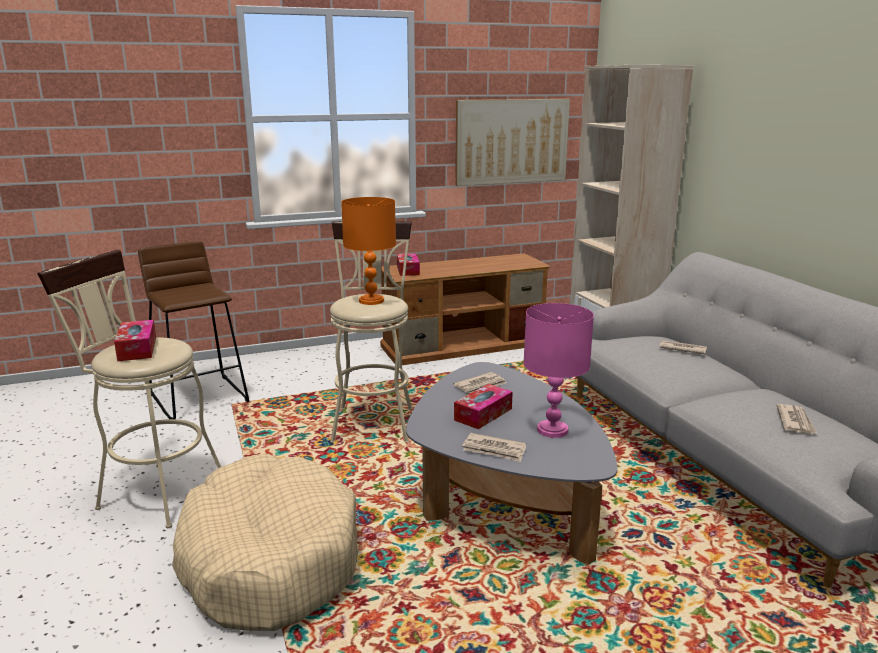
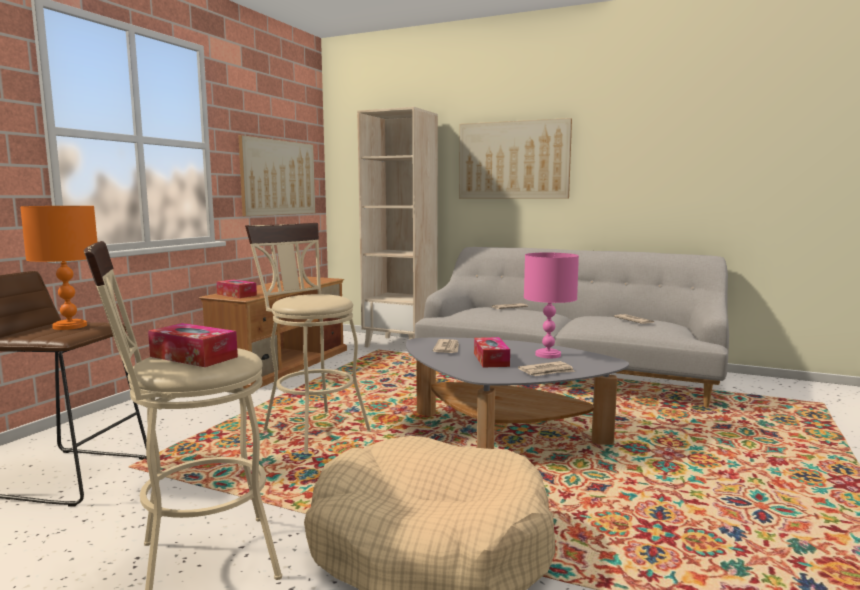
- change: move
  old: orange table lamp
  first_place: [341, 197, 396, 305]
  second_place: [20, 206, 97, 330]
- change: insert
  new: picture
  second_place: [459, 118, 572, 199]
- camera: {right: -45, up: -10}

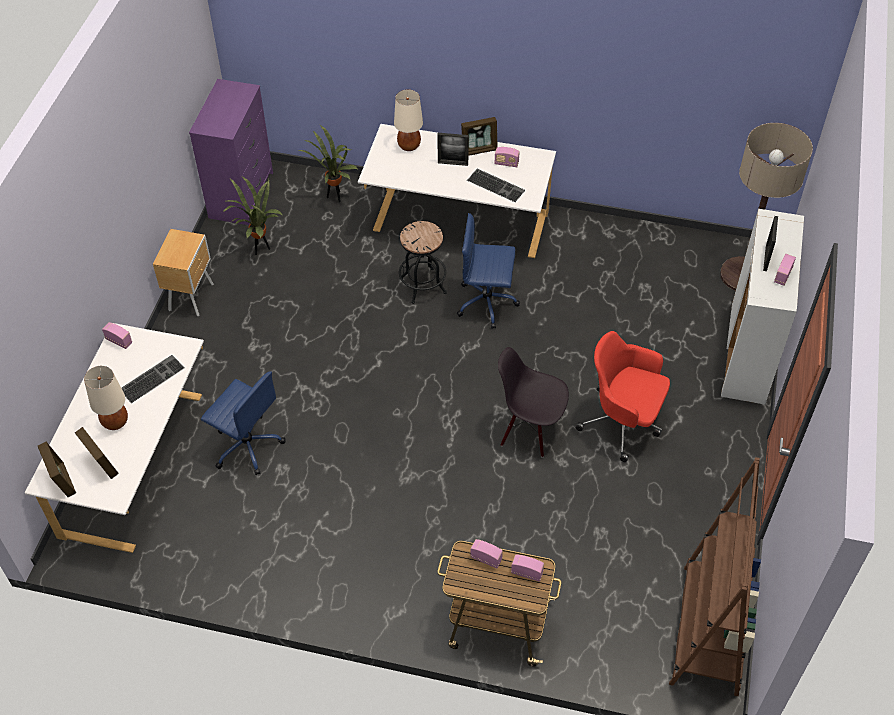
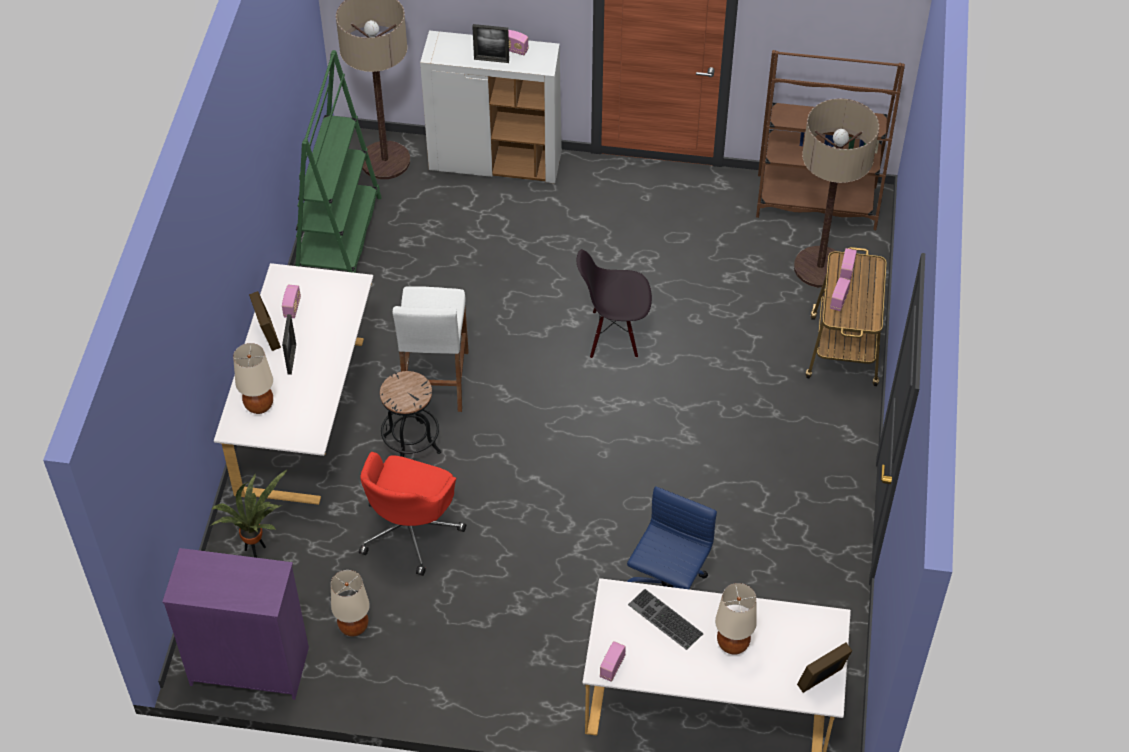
- change: delete
  old: keyboard
  first_place: [467, 169, 525, 202]
- change: replace
  old: potted plant
  new: beige table lamp
  first_place: [223, 176, 282, 255]
  second_place: [331, 570, 370, 637]
- change: replace
  old: blue office chair
  new: white stool
  first_place: [457, 213, 520, 329]
  second_place: [393, 286, 468, 412]
- change: delete
  old: brown nightstand
  first_place: [153, 229, 214, 316]
- change: move
  old: red office chair
  first_place: [576, 331, 670, 462]
  second_place: [359, 452, 466, 576]
- change: rotate
  old: black chair
  first_place: [498, 347, 569, 458]
  second_place: [576, 249, 652, 359]
  degrees: 75
- change: delete
  old: picture frame
  first_place: [75, 427, 119, 479]
- change: insert
  new: green bookcase
  second_place: [295, 50, 382, 273]
- change: insert
  new: floor lamp
  second_place: [794, 99, 879, 288]
- camera: {right: -95, up: 0}

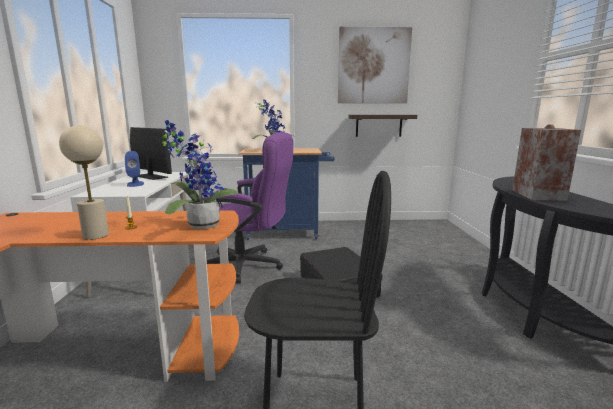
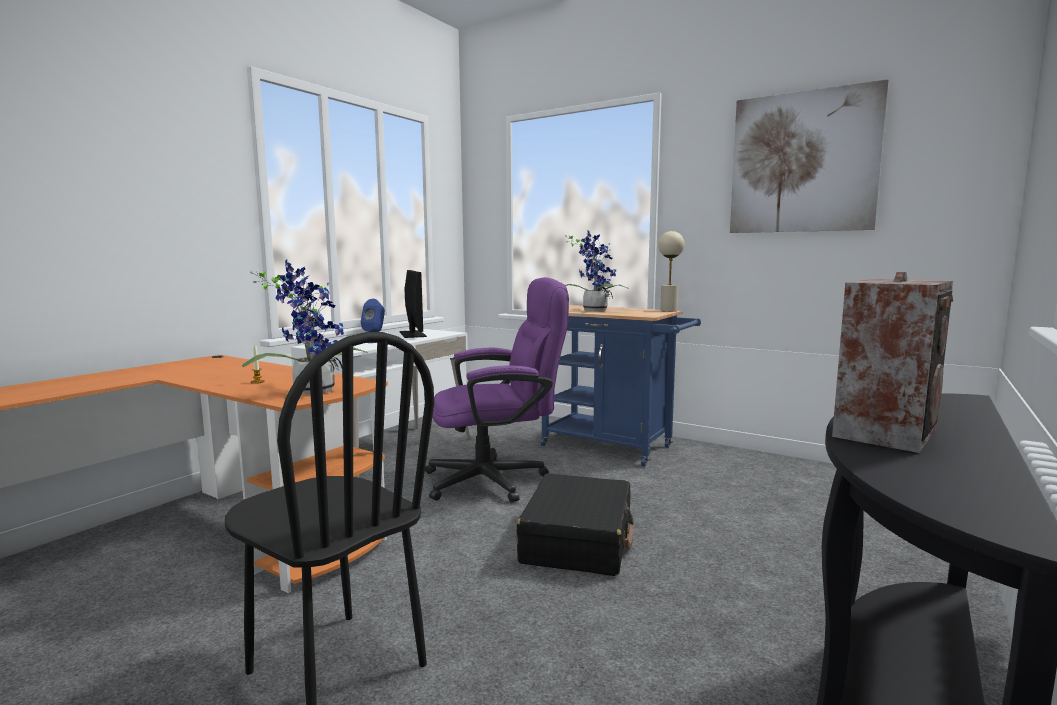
- change: delete
  old: shelf
  first_place: [348, 115, 417, 137]
- change: move
  old: beige table lamp
  first_place: [59, 125, 109, 240]
  second_place: [658, 231, 684, 312]
- change: rotate
  old: purple office chair
  first_place: [206, 132, 293, 283]
  second_place: [425, 277, 569, 503]
  degrees: -60
- camera: {right: 35, up: -5}

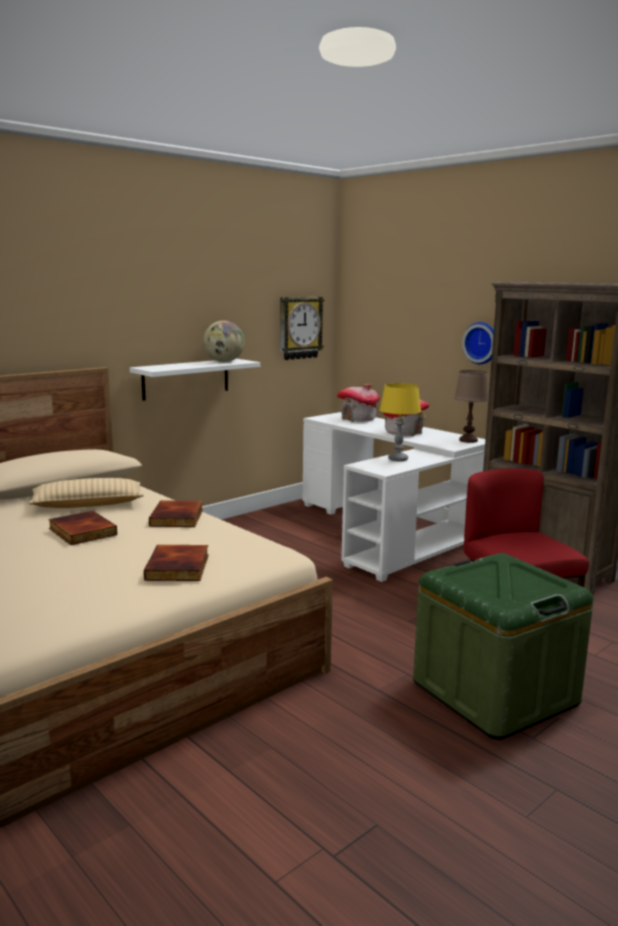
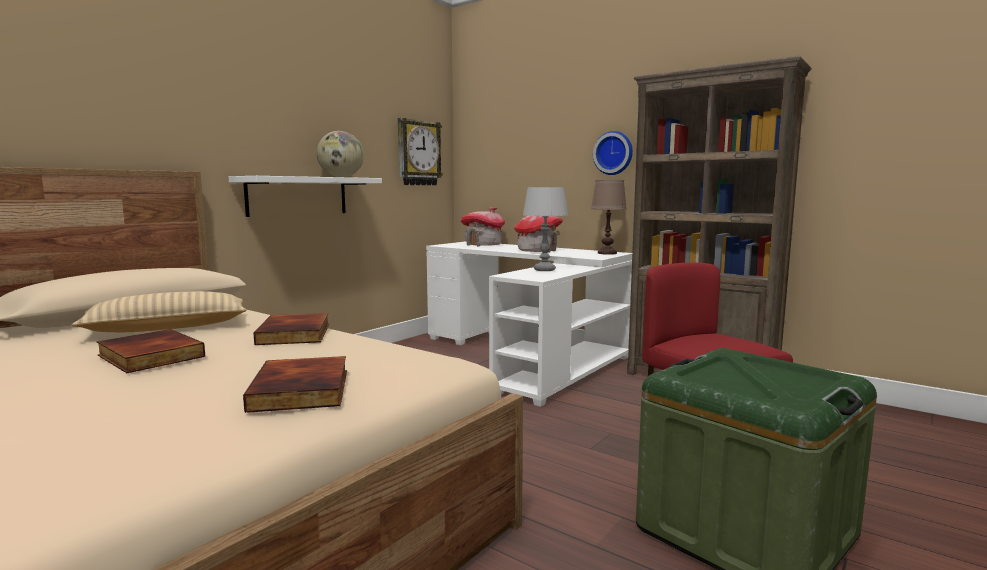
- change: recolor
  old: yellow table lamp
  new: grey table lamp
  first_place: [380, 383, 421, 461]
  second_place: [523, 187, 568, 271]
- camera: {right: -10, up: -5}

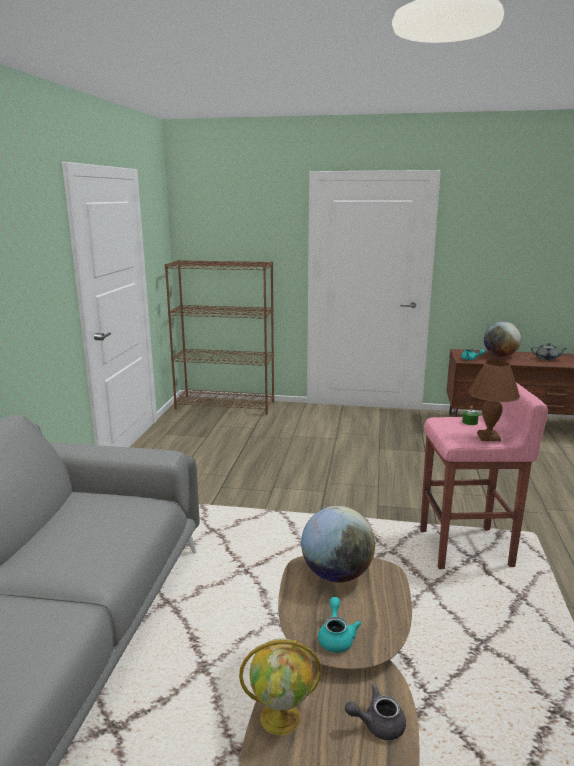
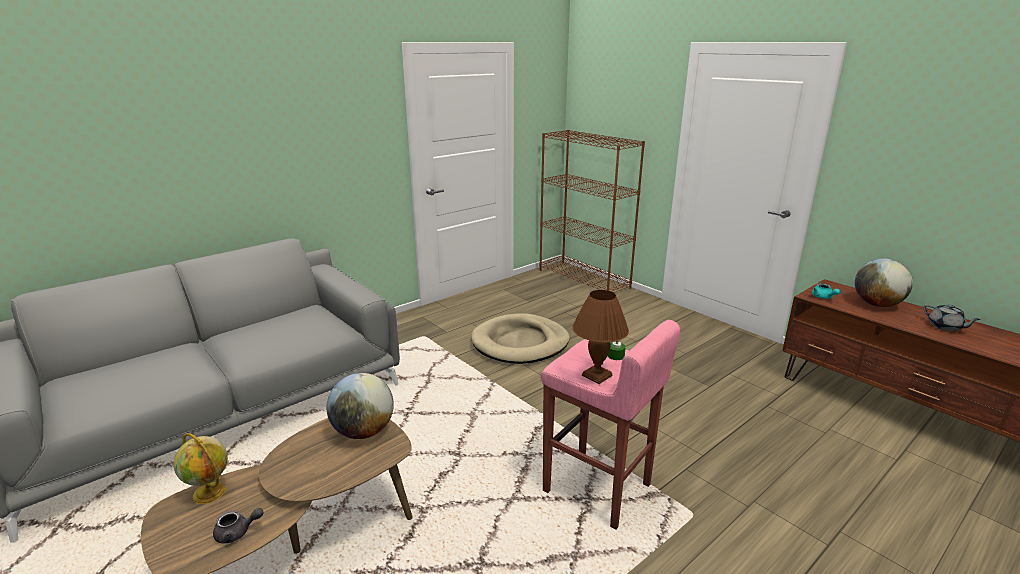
- change: delete
  old: turquoise teapot
  first_place: [318, 597, 361, 653]
- change: rotate
  old: grey teapot
  first_place: [345, 684, 406, 740]
  second_place: [213, 508, 264, 544]
  degrees: 135
- change: insert
  new: beige dog bed
  second_place: [471, 313, 570, 364]
- camera: {right: 40, up: 5}

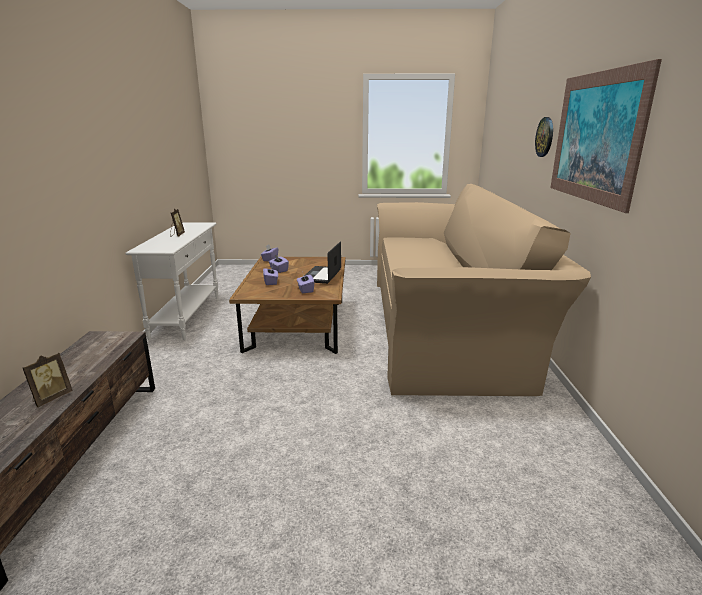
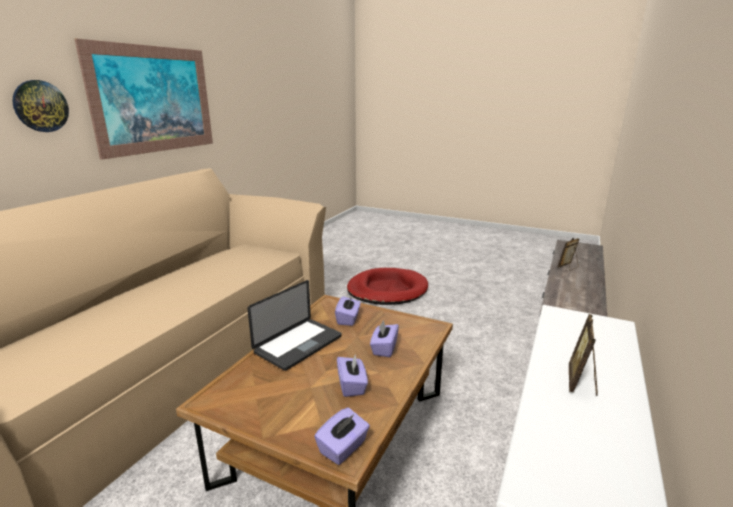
- change: insert
  new: red dog bed
  second_place: [347, 268, 428, 305]
- camera: {right: -155, up: 0}

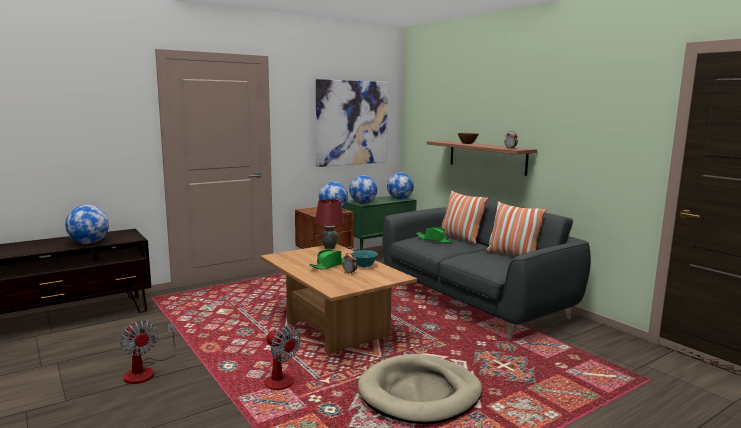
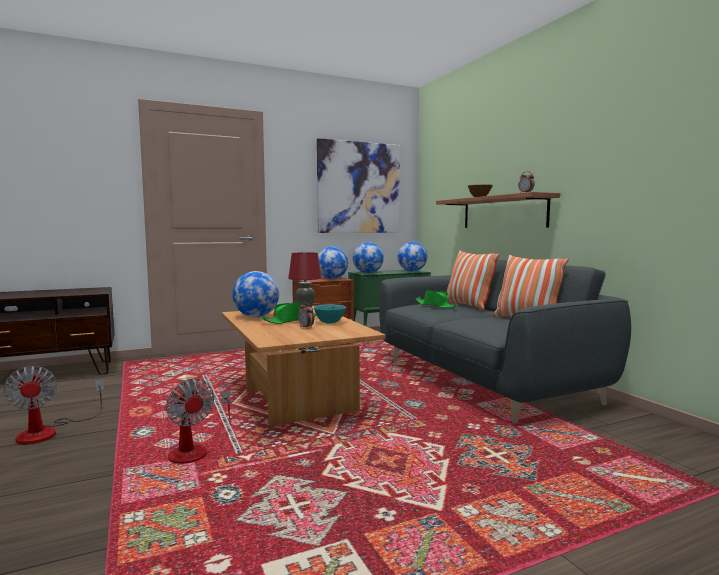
- change: move
  old: globe
  first_place: [65, 205, 109, 244]
  second_place: [232, 271, 279, 317]
- change: delete
  old: beige dog bed
  first_place: [358, 354, 482, 424]
- camera: {right: 10, up: -5}

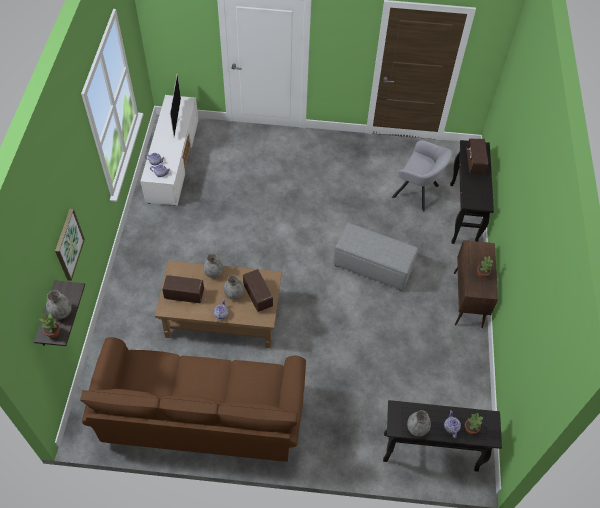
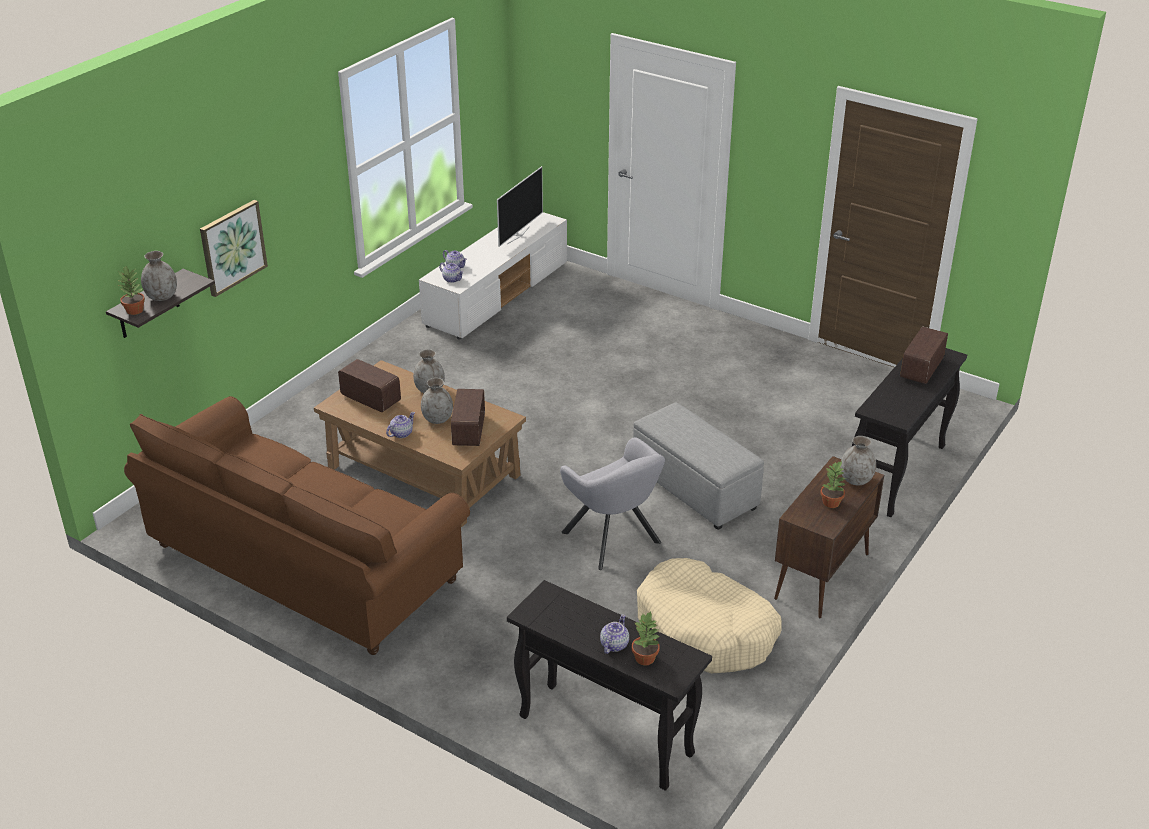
- change: move
  old: grey armchair
  first_place: [392, 140, 452, 211]
  second_place: [560, 437, 665, 570]
- change: move
  old: grey vase
  first_place: [407, 410, 431, 437]
  second_place: [840, 436, 876, 486]
- change: insert
  new: beige dog bed
  second_place: [637, 558, 782, 674]
- camera: {right: 30, up: -20}

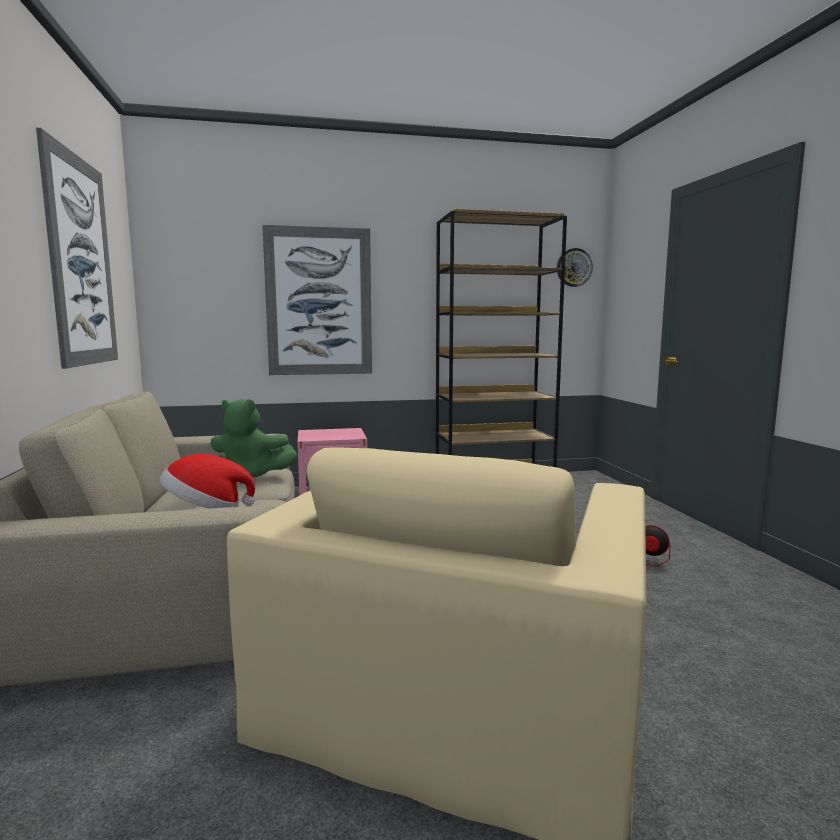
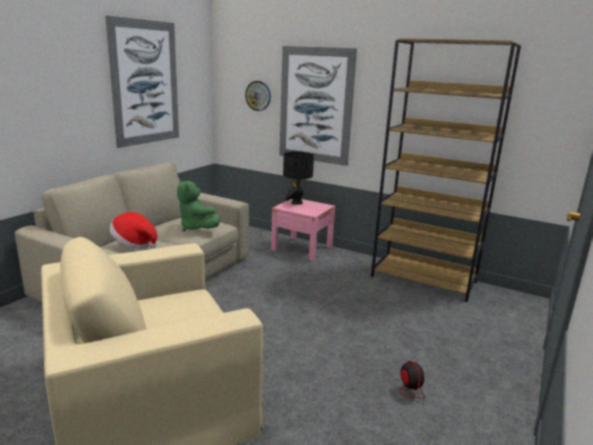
- change: move
  old: wall clock
  first_place: [557, 248, 593, 287]
  second_place: [245, 81, 271, 111]
- change: insert
  new: black table lamp
  second_place: [283, 152, 314, 205]
- camera: {right: 40, up: 10}

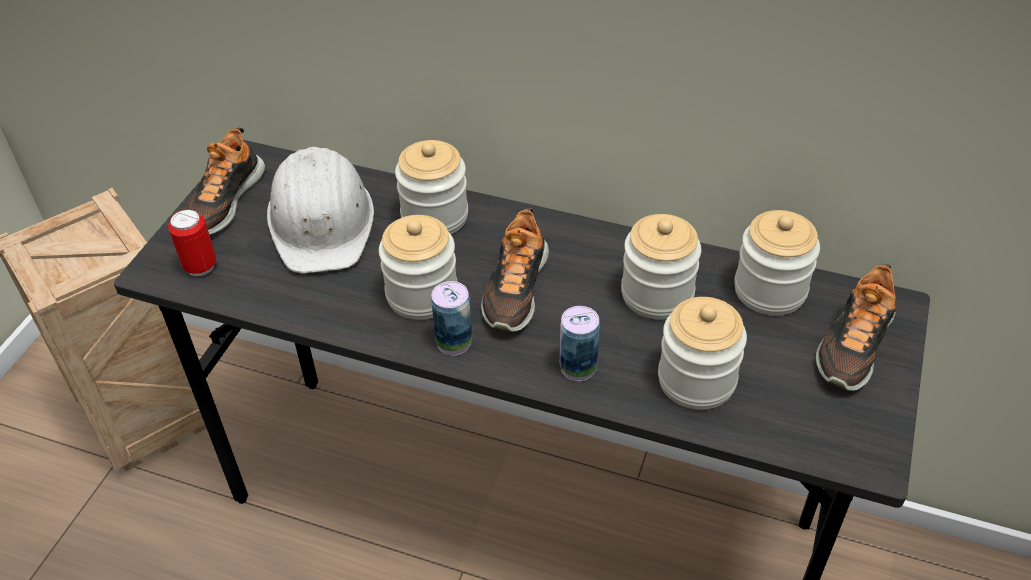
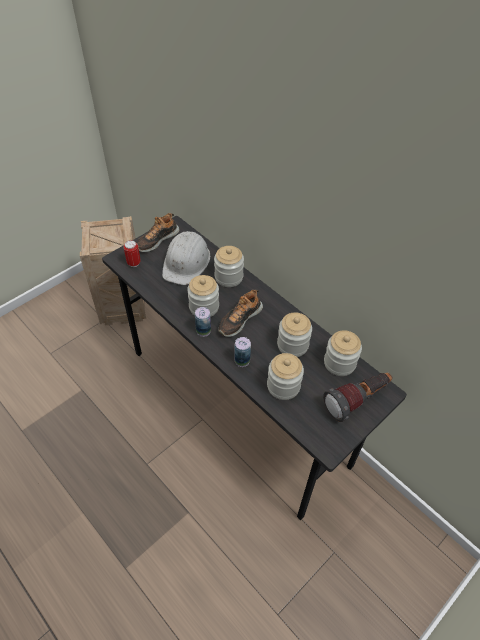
- change: replace
  old: shoe
  new: flashlight
  first_place: [816, 264, 897, 391]
  second_place: [323, 372, 392, 422]
- camera: {right: 25, up: 5}

